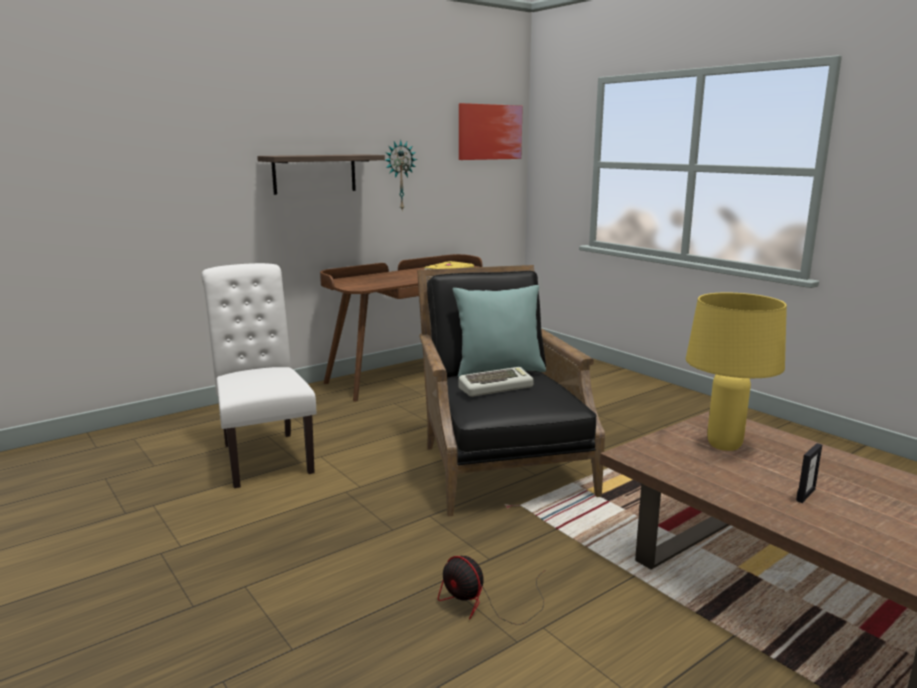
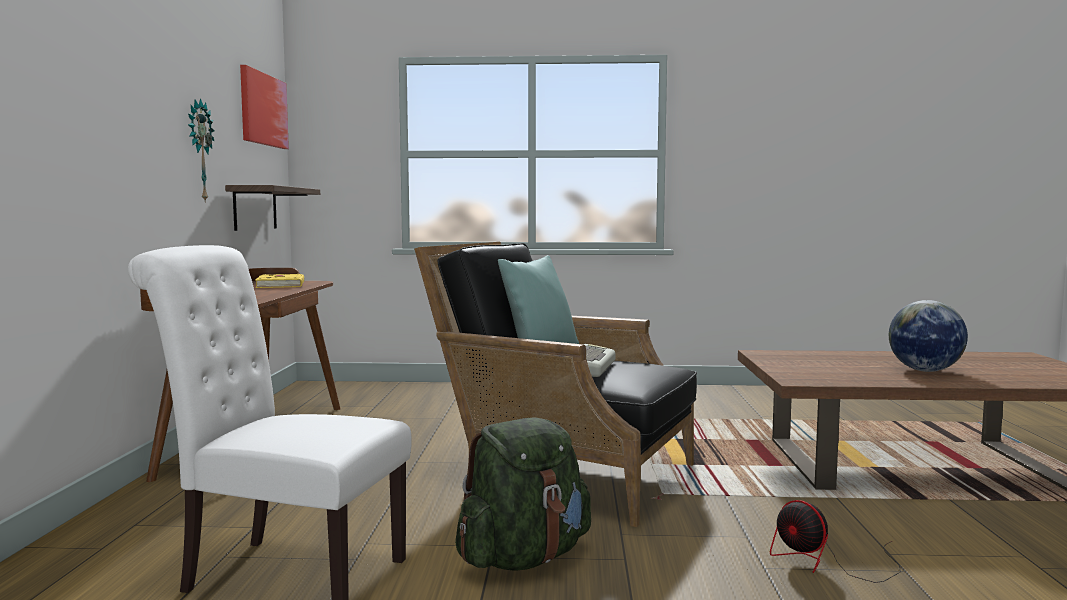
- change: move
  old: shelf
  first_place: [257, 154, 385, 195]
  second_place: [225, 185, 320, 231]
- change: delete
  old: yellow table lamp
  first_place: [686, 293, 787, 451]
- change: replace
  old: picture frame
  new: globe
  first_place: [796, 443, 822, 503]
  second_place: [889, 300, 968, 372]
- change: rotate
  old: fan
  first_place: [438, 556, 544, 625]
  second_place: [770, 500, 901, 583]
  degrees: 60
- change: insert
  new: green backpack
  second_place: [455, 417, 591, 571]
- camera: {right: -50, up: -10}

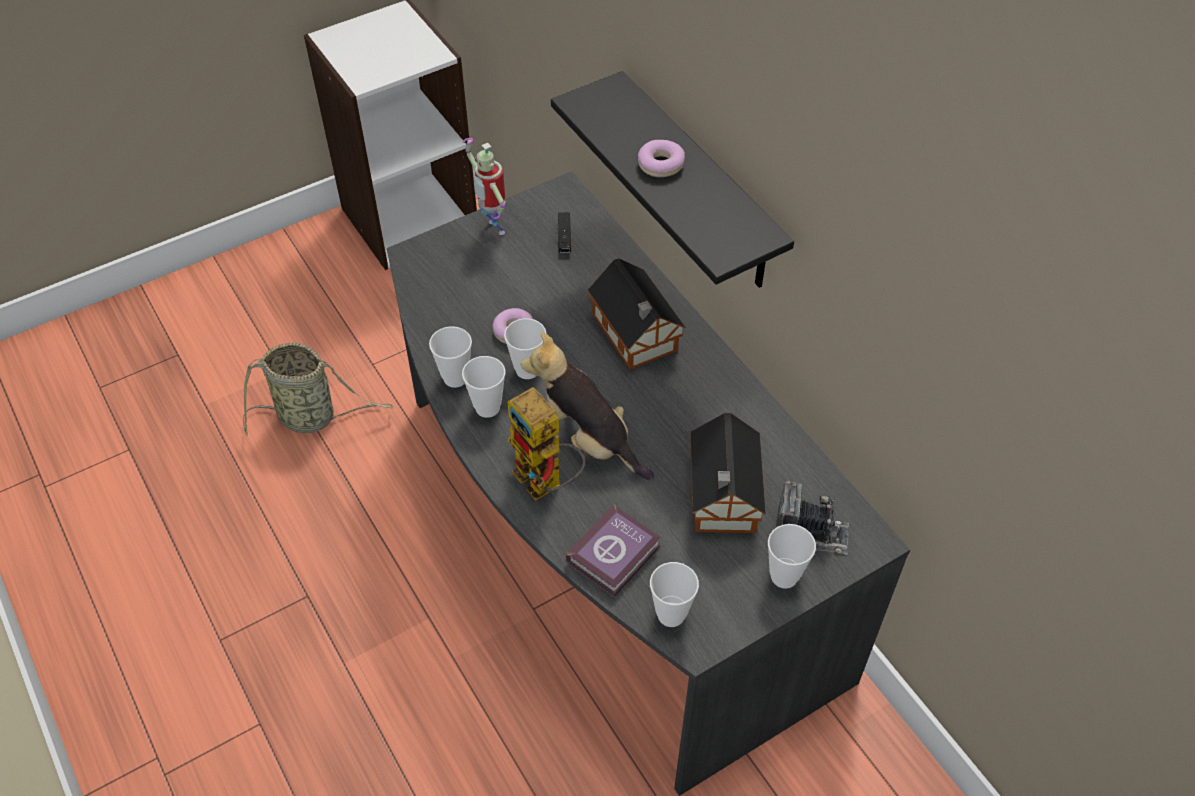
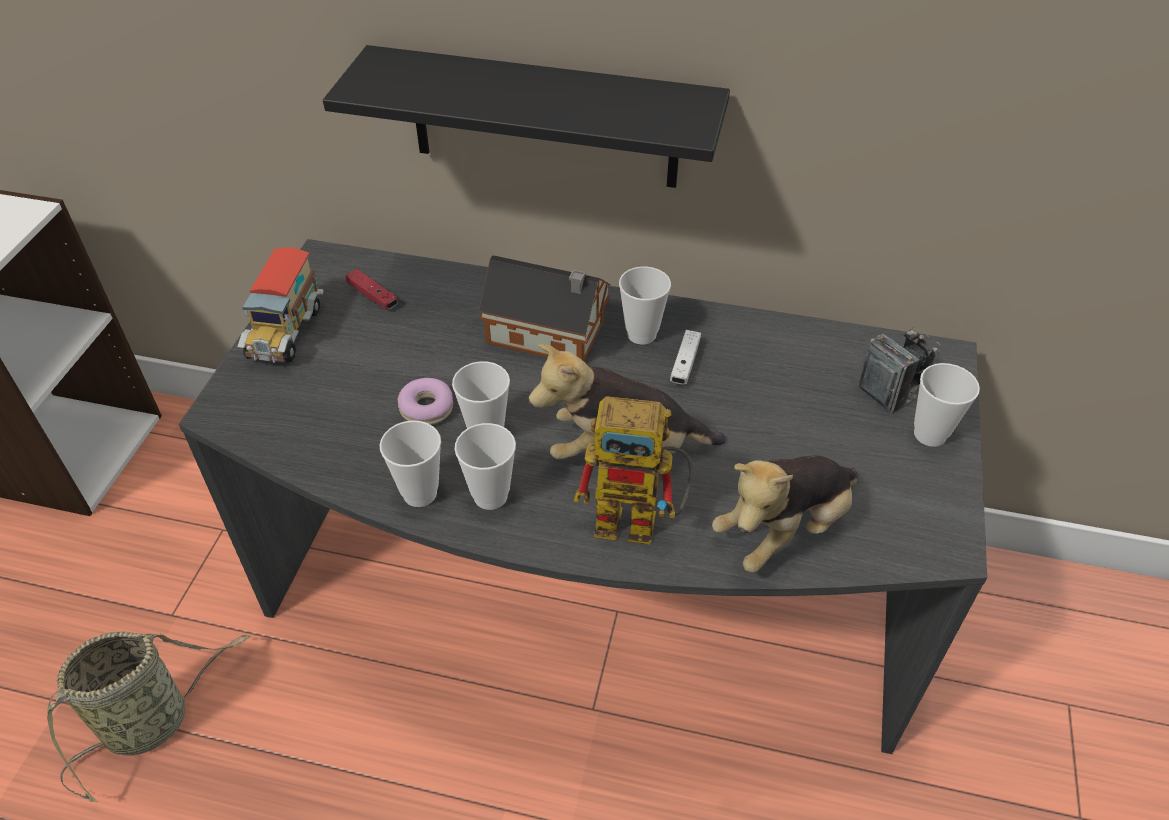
- change: replace
  old: toy robot
  new: toy truck
  first_place: [463, 138, 506, 235]
  second_place: [238, 247, 324, 363]
- change: delete
  old: donut
  first_place: [638, 140, 685, 177]
- change: recolor
  old: black game controller
  new: red game controller
  first_place: [558, 212, 571, 253]
  second_place: [346, 269, 398, 310]
- change: delete
  old: toy house
  first_place: [690, 413, 766, 533]
- change: replace
  old: book
  new: plush toy
  first_place: [566, 504, 661, 597]
  second_place: [712, 455, 858, 573]
- change: move
  old: cup
  first_place: [650, 562, 699, 627]
  second_place: [619, 267, 671, 344]
- change: insert
  new: white game controller
  second_place: [670, 330, 701, 385]
- camera: {right: -45, up: -5}

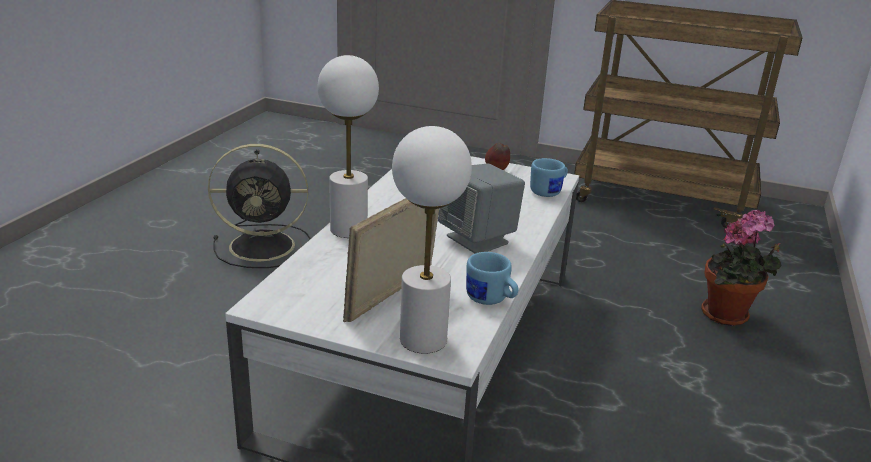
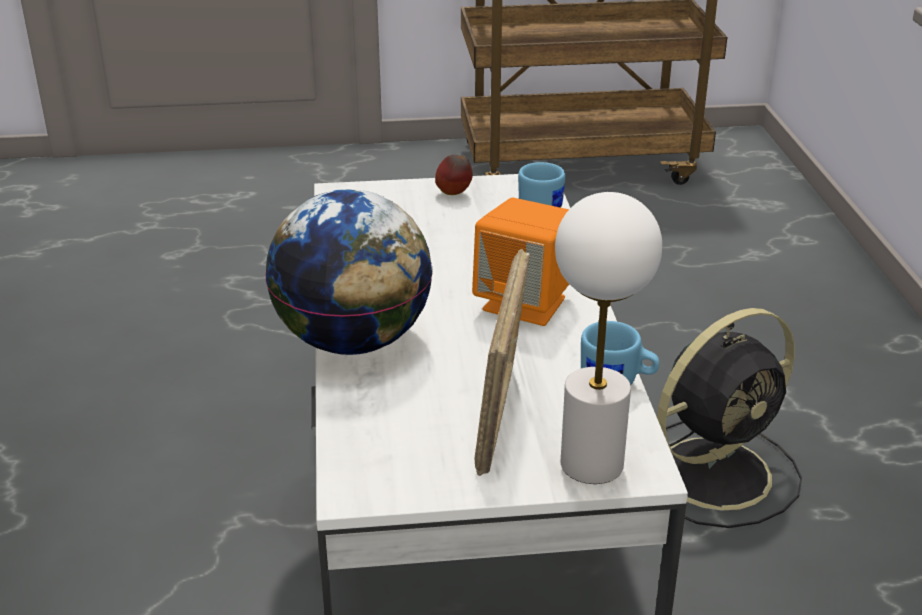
- change: replace
  old: white table lamp
  new: globe
  first_place: [318, 55, 379, 238]
  second_place: [265, 189, 433, 355]
- change: move
  old: black fan
  first_place: [208, 144, 311, 268]
  second_place: [657, 308, 802, 528]
- change: recolor
  old: grey speaker
  new: orange speaker
  first_place: [438, 164, 525, 254]
  second_place: [472, 198, 569, 326]
- change: delete
  old: potted plant
  first_place: [701, 210, 782, 326]
- camera: {right: -25, up: 5}

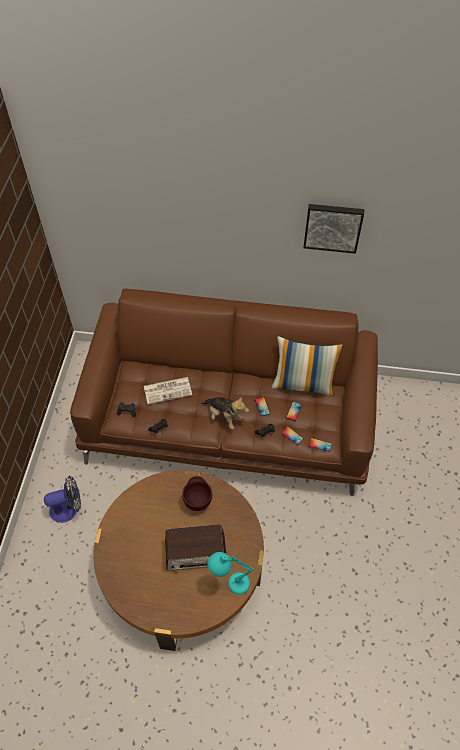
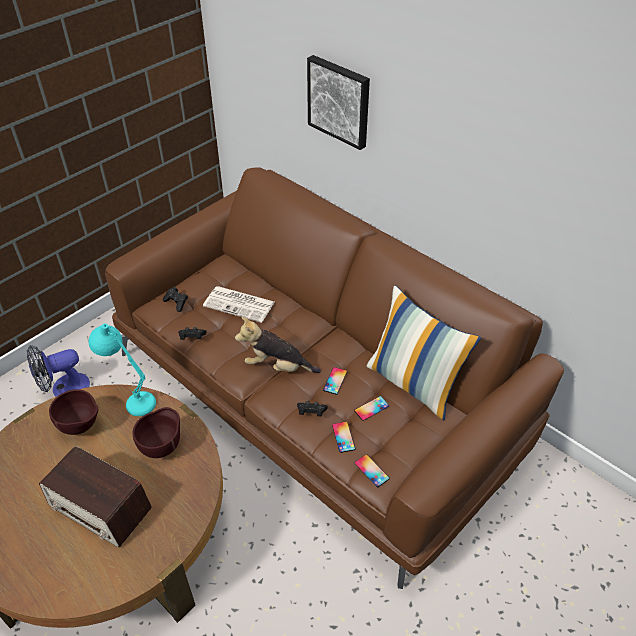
- change: move
  old: picture
  first_place: [303, 204, 364, 254]
  second_place: [307, 55, 370, 150]
- change: rotate
  old: plush toy
  first_place: [201, 396, 249, 429]
  second_place: [235, 317, 321, 373]
  degrees: 120
- change: rotate
  old: fan
  first_place: [44, 475, 81, 523]
  second_place: [27, 345, 90, 397]
  degrees: 135
- change: move
  old: turquoise table lamp
  first_place: [208, 552, 254, 595]
  second_place: [89, 323, 156, 416]
- change: insert
  new: brown bowl
  second_place: [49, 389, 98, 435]
- camera: {right: 35, up: -10}

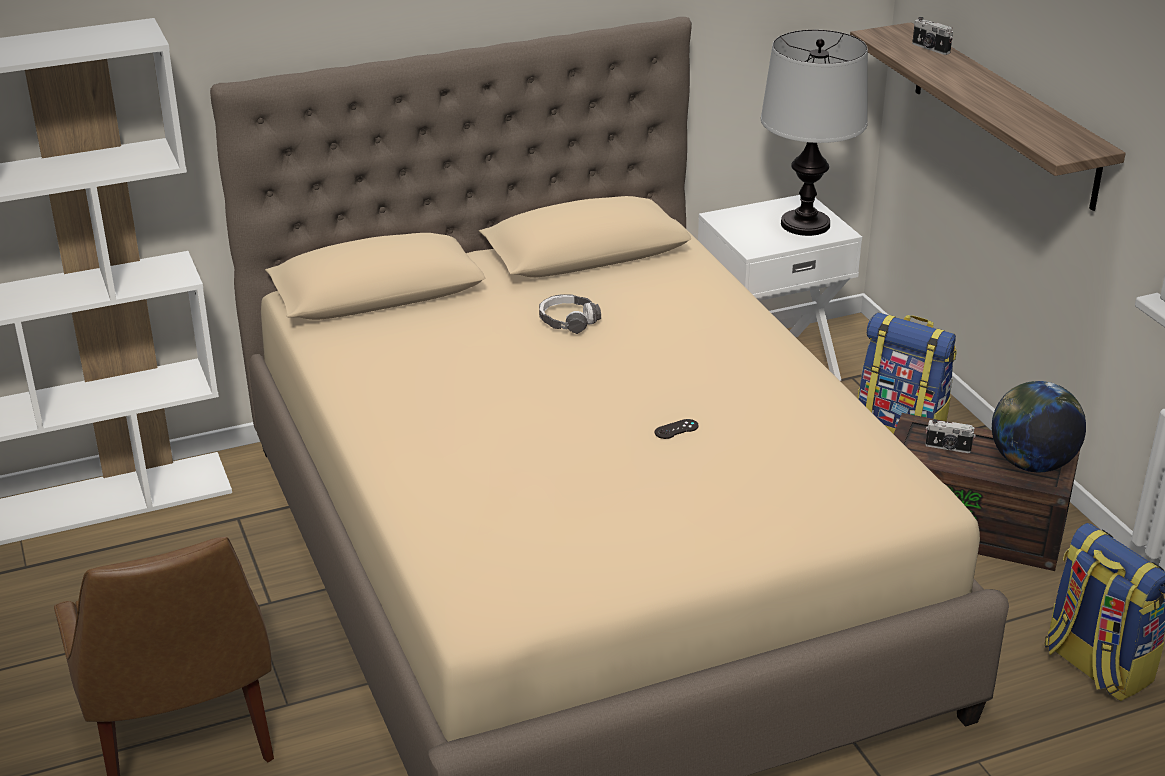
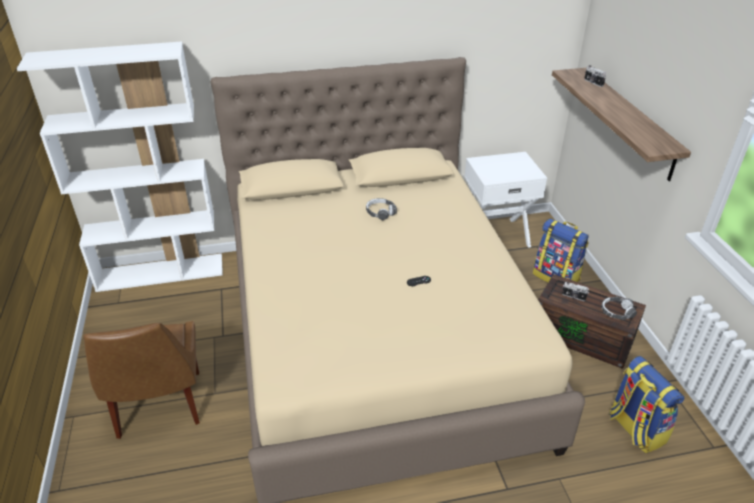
- change: delete
  old: table lamp
  first_place: [761, 30, 868, 236]
- change: replace
  old: globe
  new: headphones
  first_place: [992, 381, 1086, 472]
  second_place: [601, 296, 637, 320]
- camera: {right: 10, up: 5}

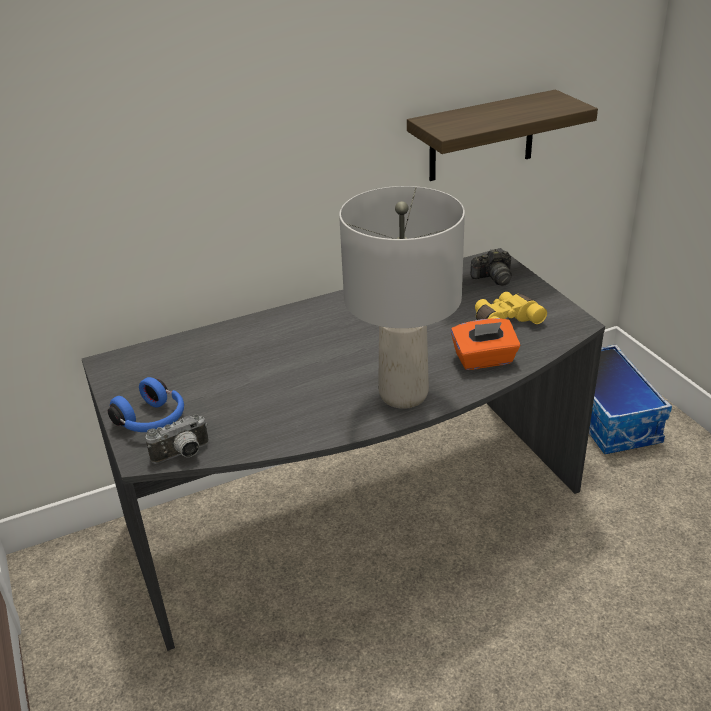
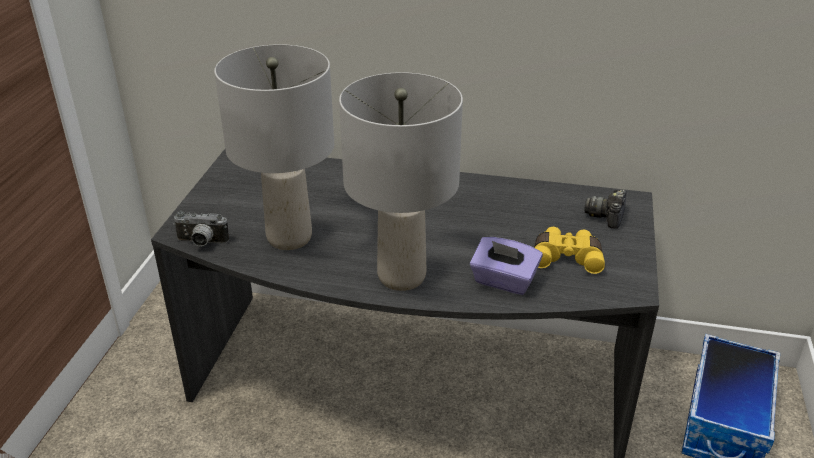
- change: delete
  old: shelf
  first_place: [407, 89, 598, 181]
- change: rotate
  old: photo camera
  first_place: [470, 249, 512, 286]
  second_place: [584, 189, 626, 229]
  degrees: 90
- change: recolor
  old: orange tissue box
  new: purple tissue box
  first_place: [451, 318, 520, 370]
  second_place: [470, 237, 543, 295]
- change: delete
  old: blue headphones
  first_place: [108, 377, 184, 432]
- change: insert
  new: grey table lamp
  second_place: [214, 44, 334, 250]
- camera: {right: 35, up: 0}

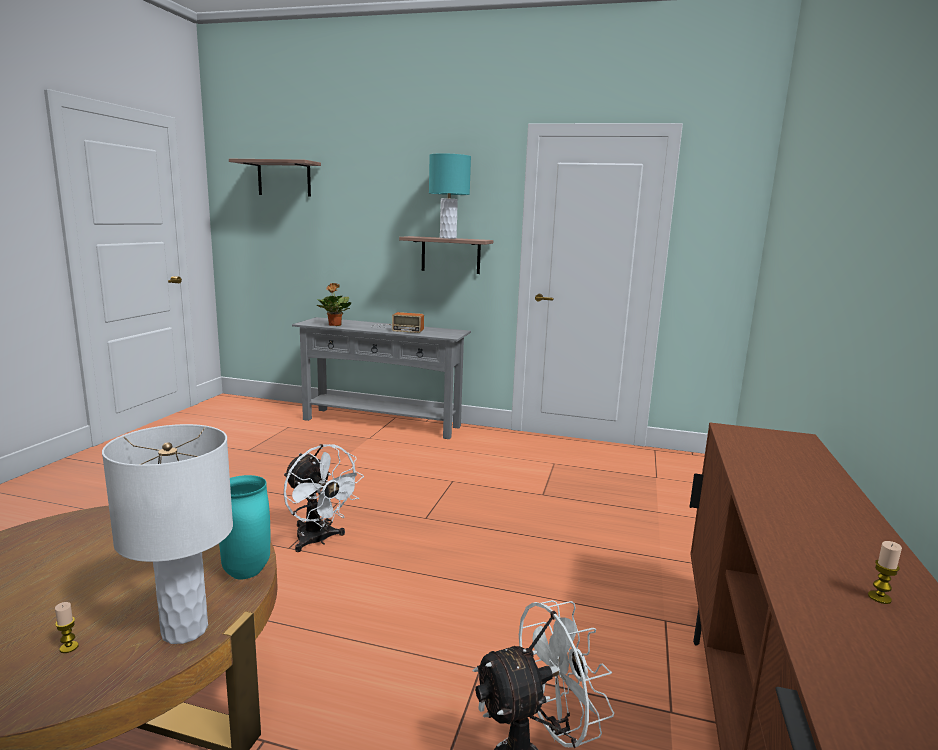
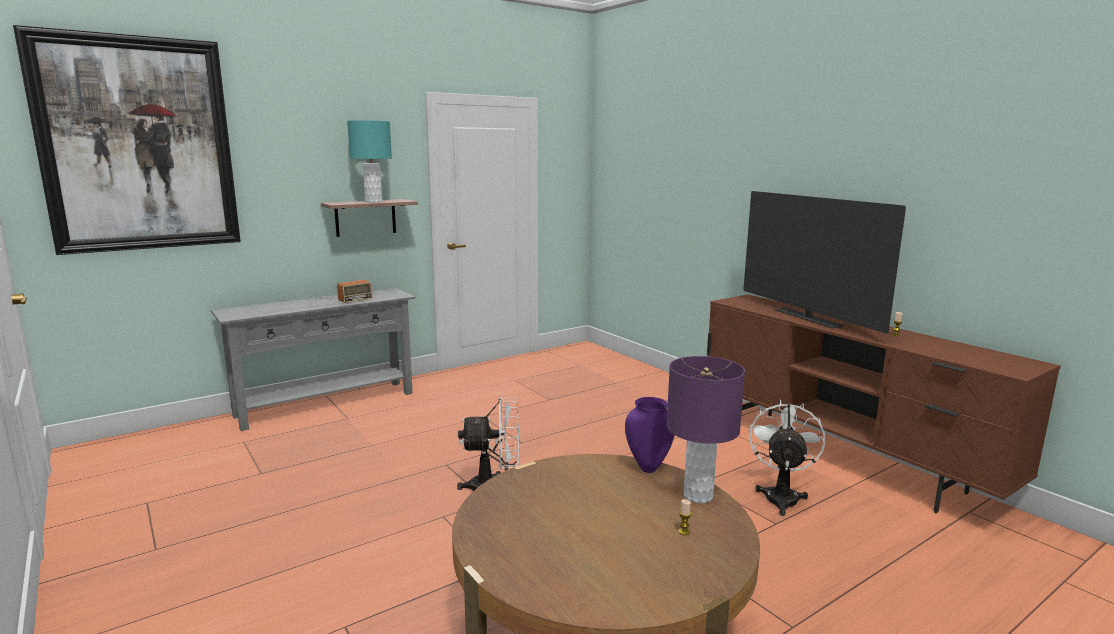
- change: replace
  old: shelf
  new: picture
  first_place: [229, 159, 321, 196]
  second_place: [13, 25, 241, 255]
- change: delete
  old: potted plant
  first_place: [317, 283, 351, 326]
- change: recolor
  old: white table lamp
  new: purple table lamp
  first_place: [102, 424, 233, 644]
  second_place: [666, 356, 745, 503]
- change: recolor
  old: turquoise vase
  new: purple vase
  first_place: [219, 475, 270, 580]
  second_place: [625, 397, 675, 473]
- change: insert
  new: television
  second_place: [743, 191, 906, 333]
- camera: {right: -50, up: 0}

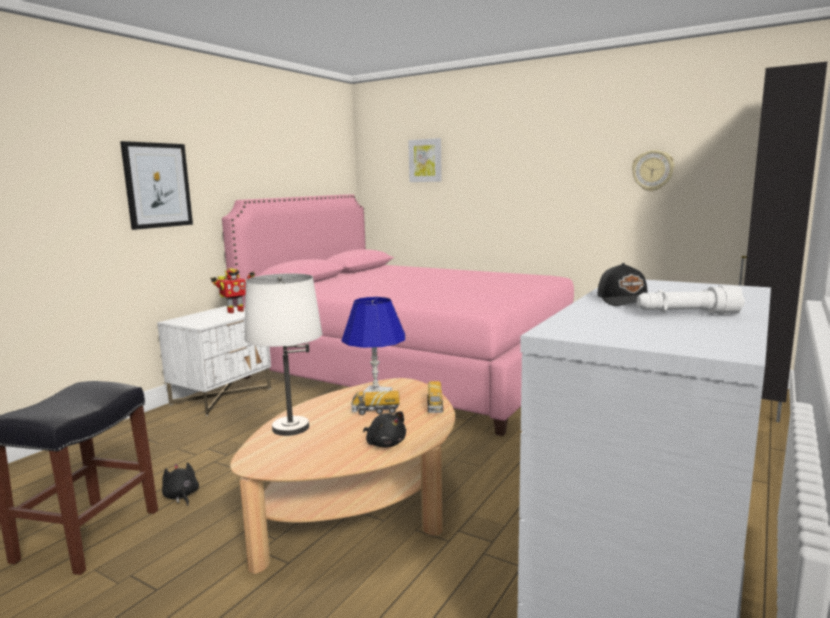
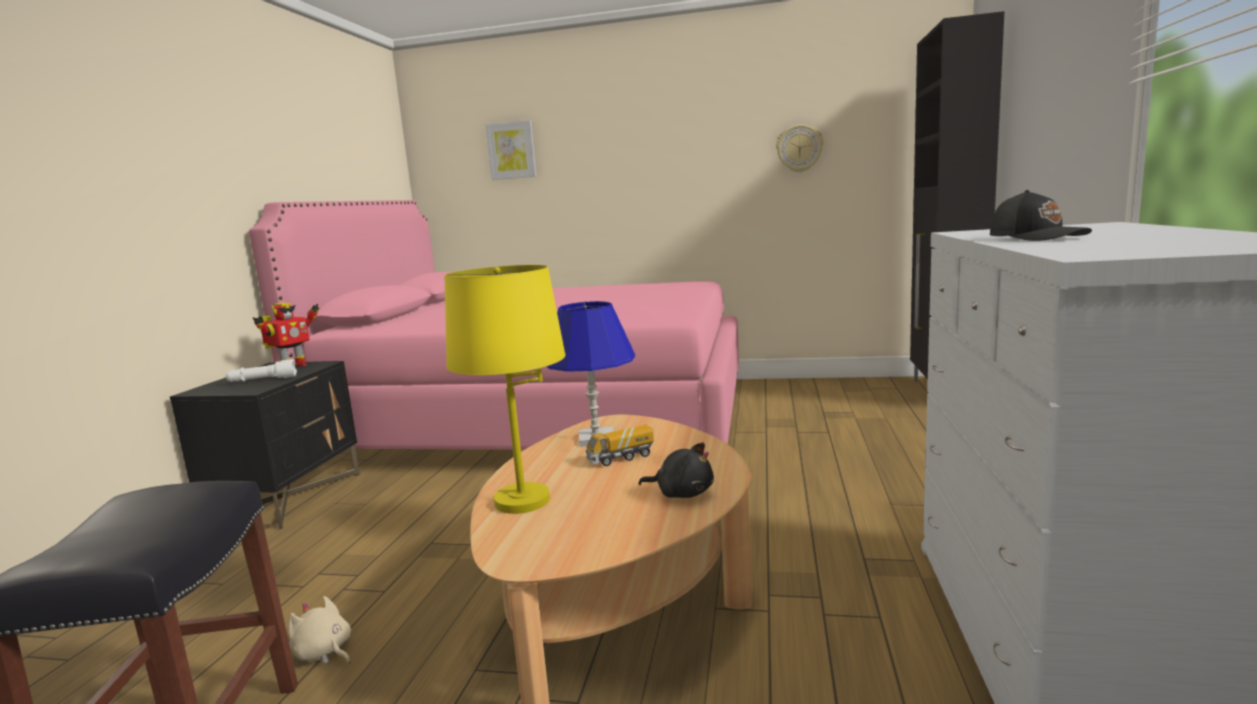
- change: delete
  old: picture
  first_place: [120, 141, 193, 230]
- change: recolor
  old: white table lamp
  new: yellow table lamp
  first_place: [244, 273, 323, 436]
  second_place: [444, 265, 566, 514]
- change: move
  old: white flashlight
  first_place: [637, 285, 745, 314]
  second_place: [225, 359, 297, 382]
- change: recolor
  old: white nightstand
  new: black nightstand
  first_place: [157, 306, 271, 416]
  second_place: [170, 361, 360, 529]
- change: delete
  old: toy truck
  first_place: [427, 381, 443, 413]
- change: recolor
  old: black plush toy
  new: beige plush toy
  first_place: [162, 462, 199, 506]
  second_place: [288, 596, 351, 664]
- camera: {right: -20, up: 0}

